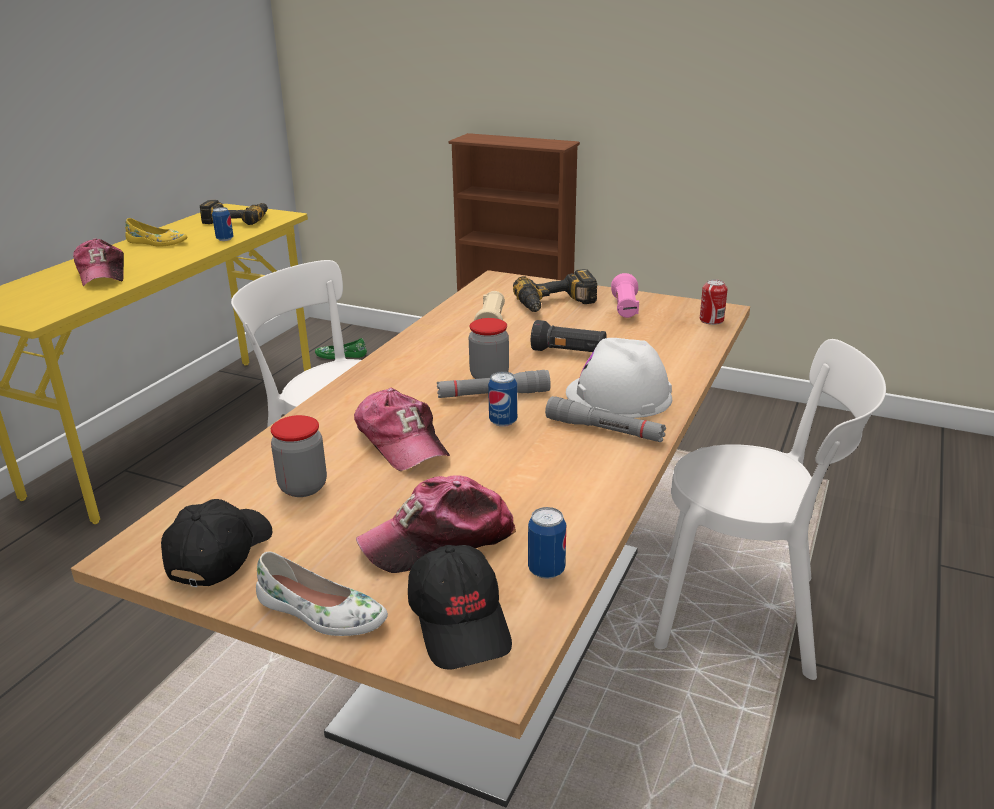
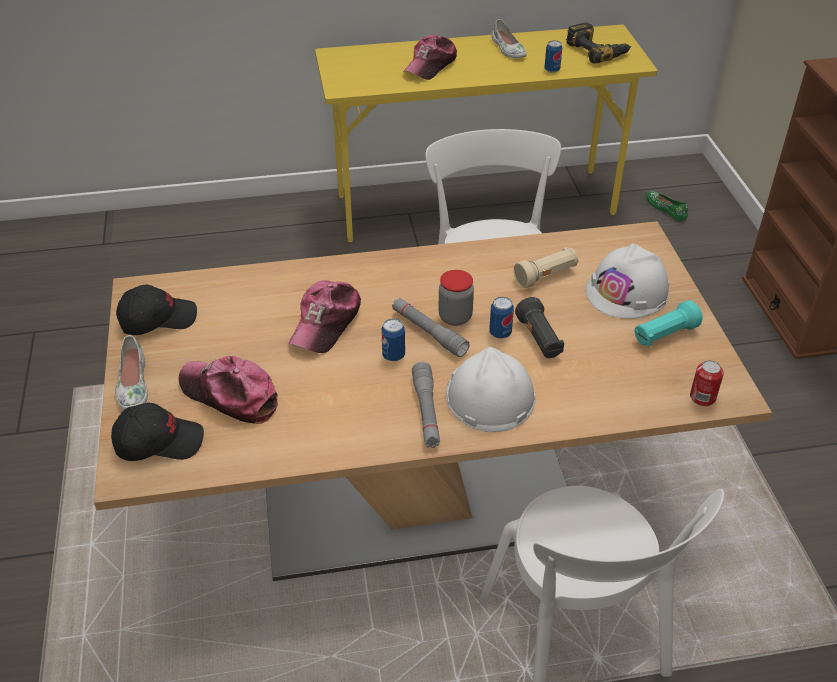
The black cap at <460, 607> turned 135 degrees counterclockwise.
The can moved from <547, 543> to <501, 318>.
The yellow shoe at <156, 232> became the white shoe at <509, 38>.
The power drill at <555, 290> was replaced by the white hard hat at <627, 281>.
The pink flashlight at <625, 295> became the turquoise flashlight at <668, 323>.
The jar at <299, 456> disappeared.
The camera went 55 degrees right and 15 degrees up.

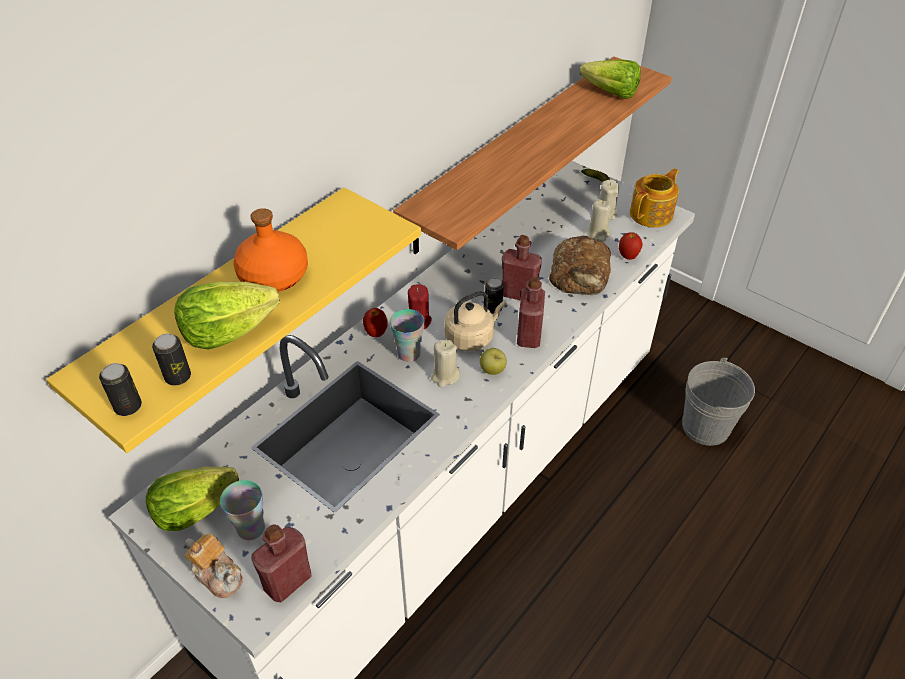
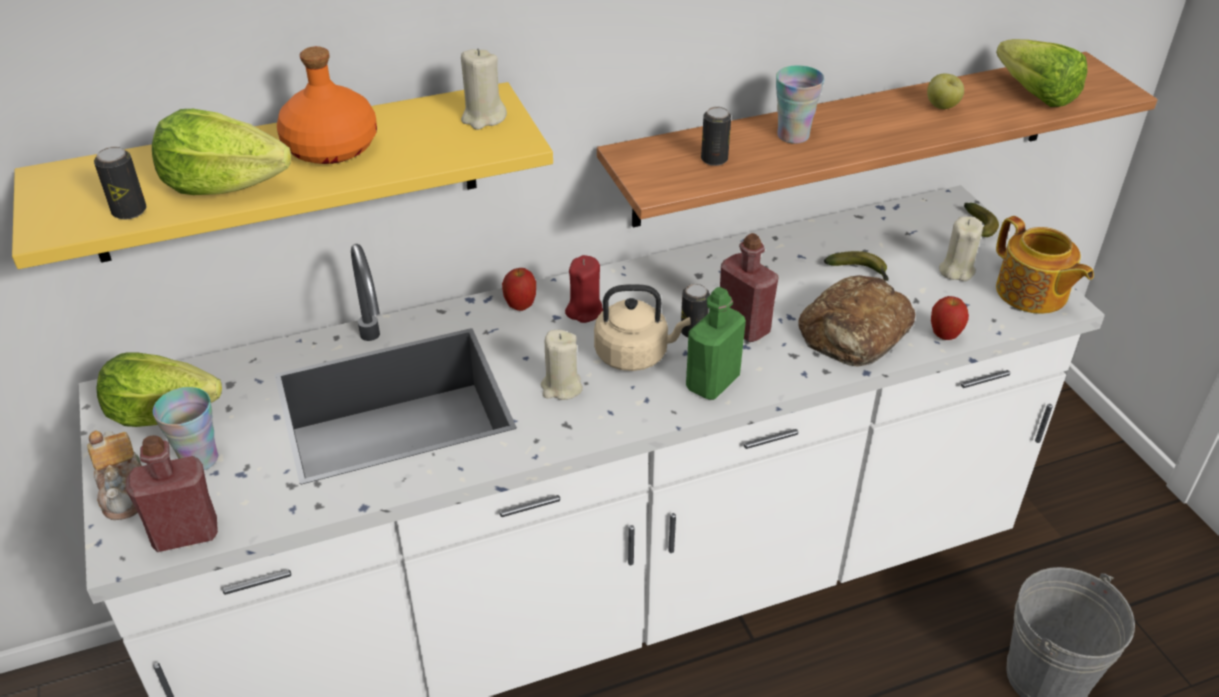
The beige candle moved from <599, 221> to <484, 89>.
The red bottle at <531, 312> became the green bottle at <716, 343>.
The can moved from <120, 389> to <716, 136>.
The cup moved from <407, 335> to <800, 104>.
The banana at <856, 266> appeared.
The apple moved from <493, 361> to <945, 91>.
The teapot at <654, 198> turned 75 degrees clockwise.
The camera went 30 degrees right and 5 degrees down.

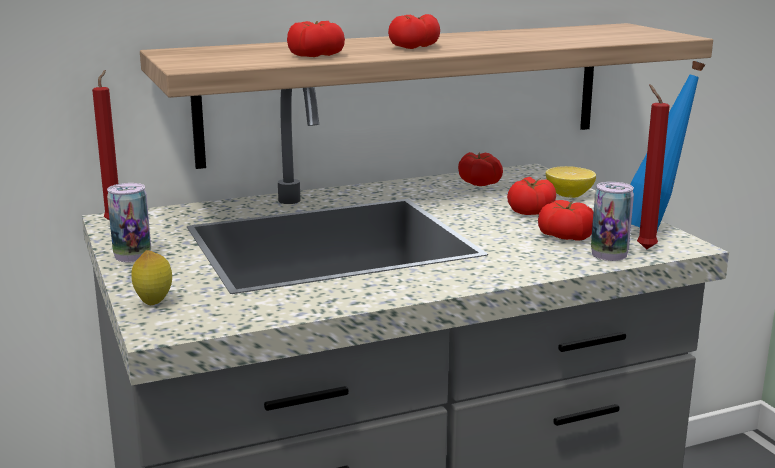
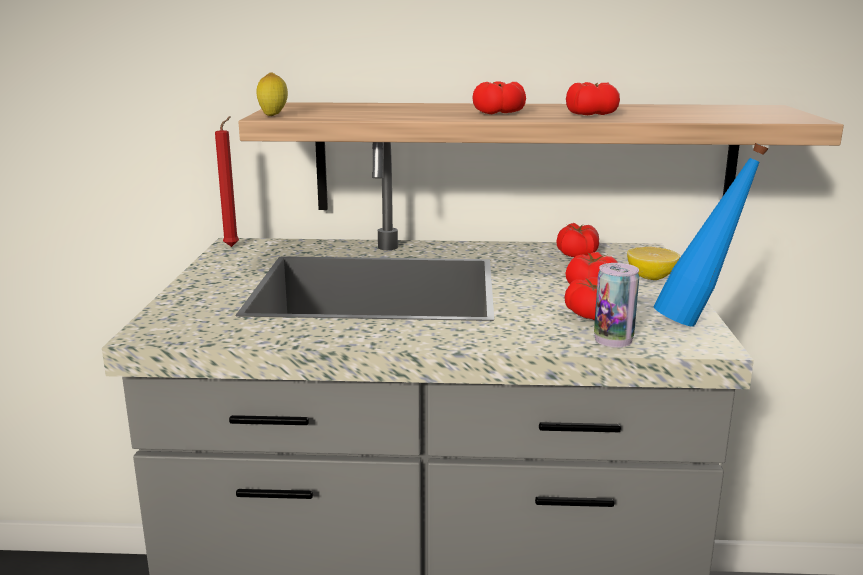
The lemon moved from <151, 277> to <272, 94>.
The tomato moved from <316, 39> to <593, 98>.
The can at <129, 222> disappeared.
The red candle at <653, 167> disappeared.
The camera went 25 degrees right and 0 degrees up.

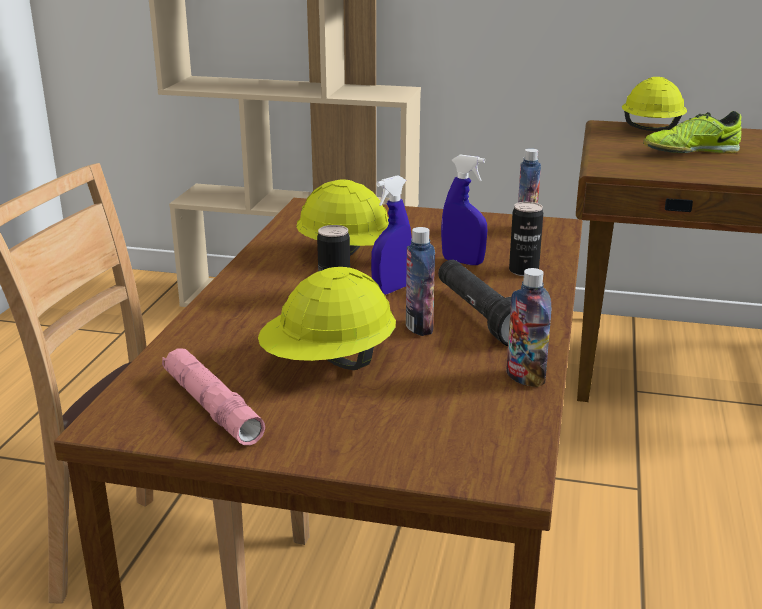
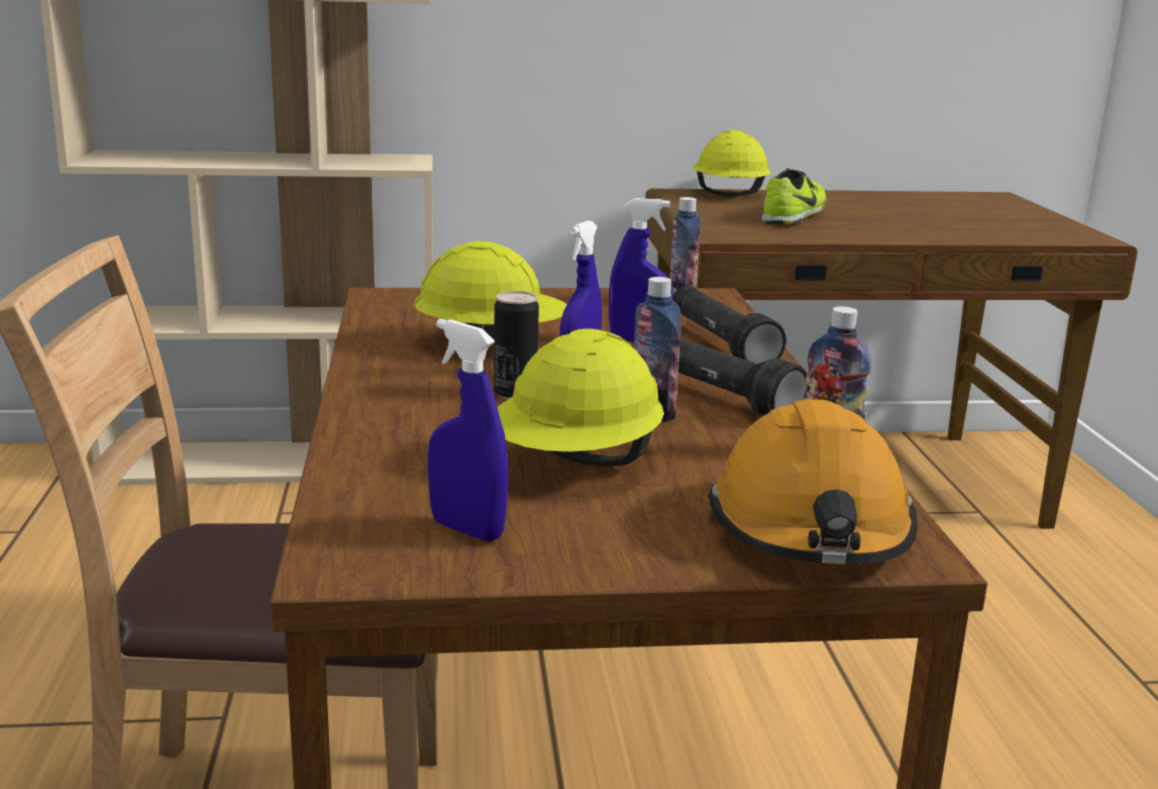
The pink flashlight at <213, 396> was replaced by the blue spray bottle at <468, 430>.
The can at <526, 239> was replaced by the black flashlight at <729, 324>.
The orange hard hat at <812, 481> appeared.
The shoe at <692, 132> turned 150 degrees clockwise.
The camera went 20 degrees left and 5 degrees down.

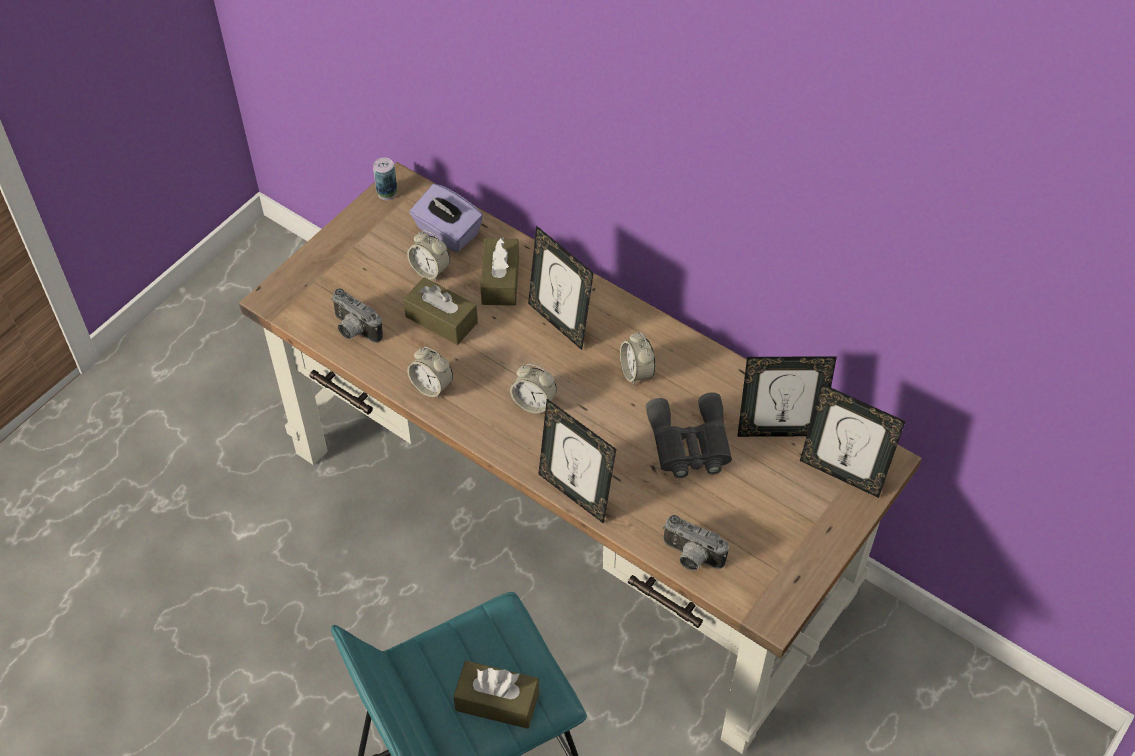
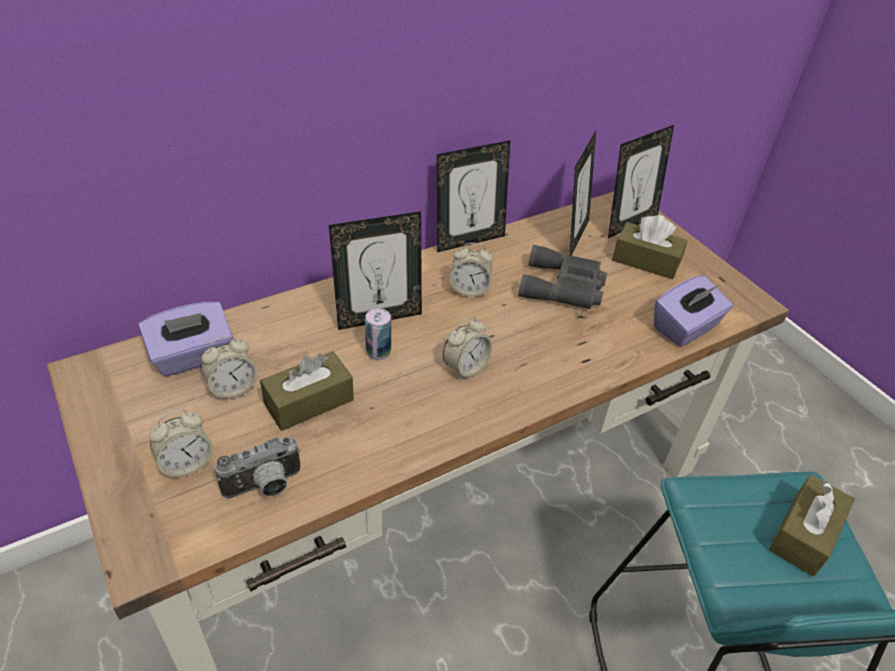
The alarm clock moved from <430, 373> to <181, 444>.
The can moved from <385, 179> to <378, 334>.
The picture frame moved from <577, 461> to <473, 196>.
The brown tissue box moved from <499, 272> to <650, 247>.
The photo camera at <696, 543> was replaced by the purple tissue box at <693, 311>.
The camera went 70 degrees left and 10 degrees down.

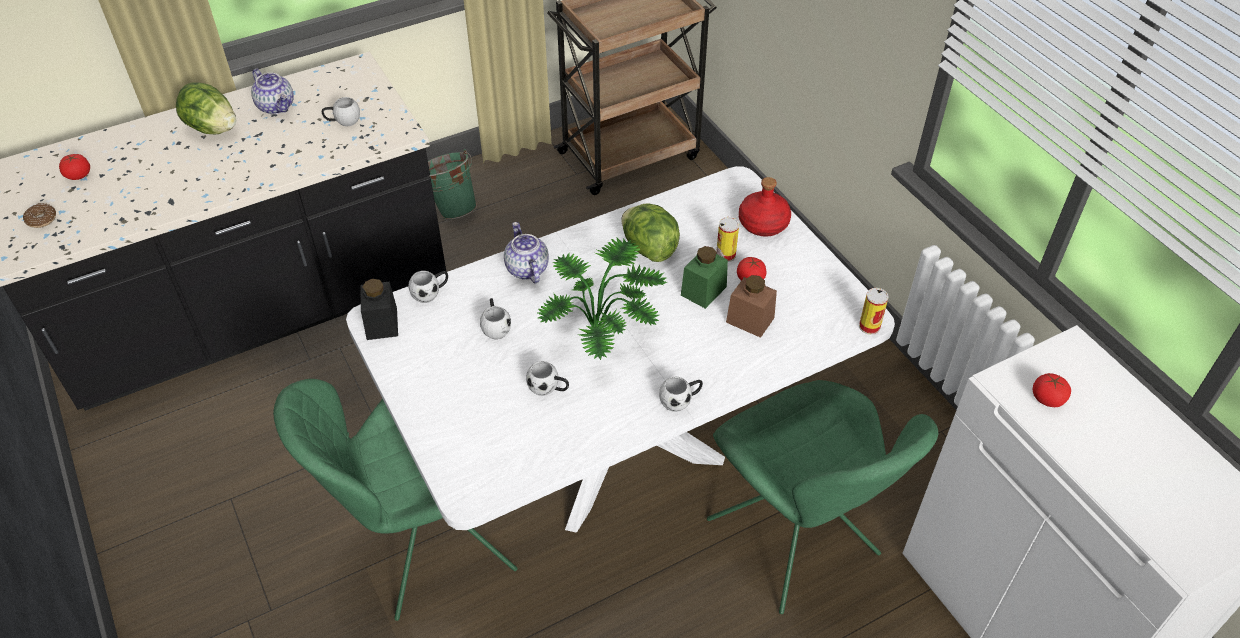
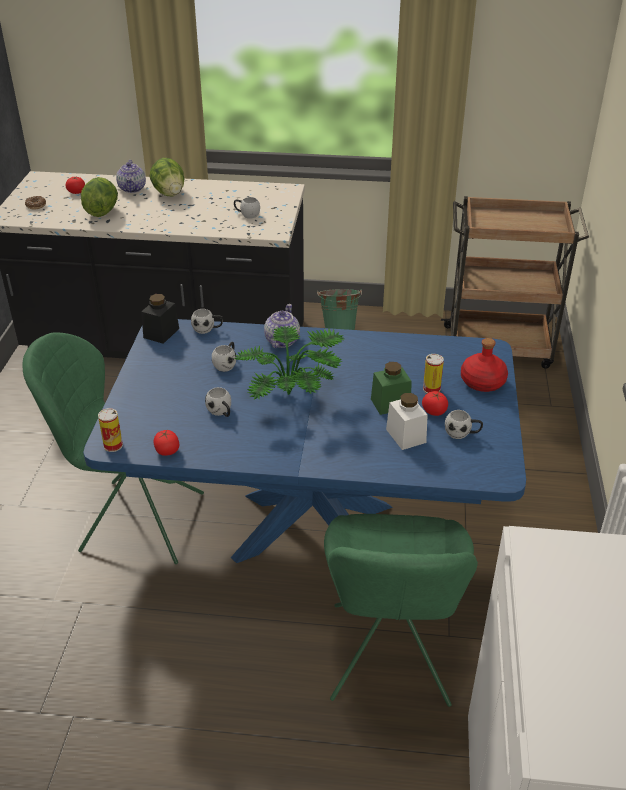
The lettuce moved from <650, 232> to <99, 197>.
The white dining table at <620, 349> became the blue dining table at <304, 441>.
The can moved from <873, 311> to <110, 430>.
The teapot moved from <272, 91> to <131, 176>.
The tomato moved from <1052, 390> to <166, 443>.
The brown jar at <751, 306> became the white jar at <407, 421>.
The white mug moved from <681, 394> to <464, 424>.
The camera went 35 degrees right and 10 degrees down.

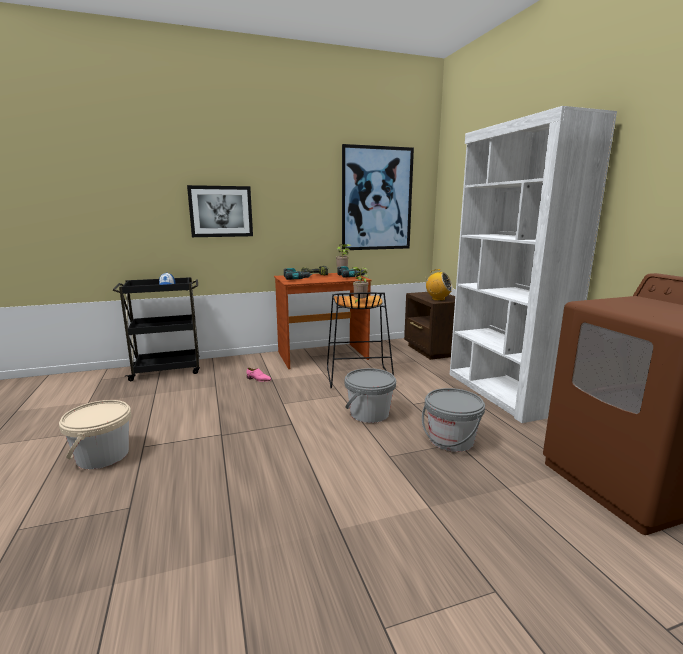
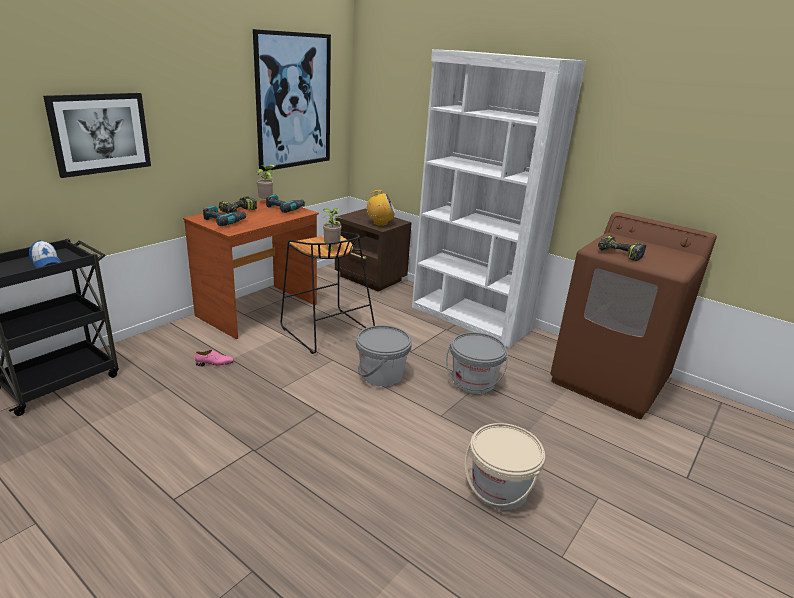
The beige bucket moved from <95, 434> to <505, 466>.
The power drill at <622, 248> appeared.
The camera went 35 degrees left and 10 degrees up.

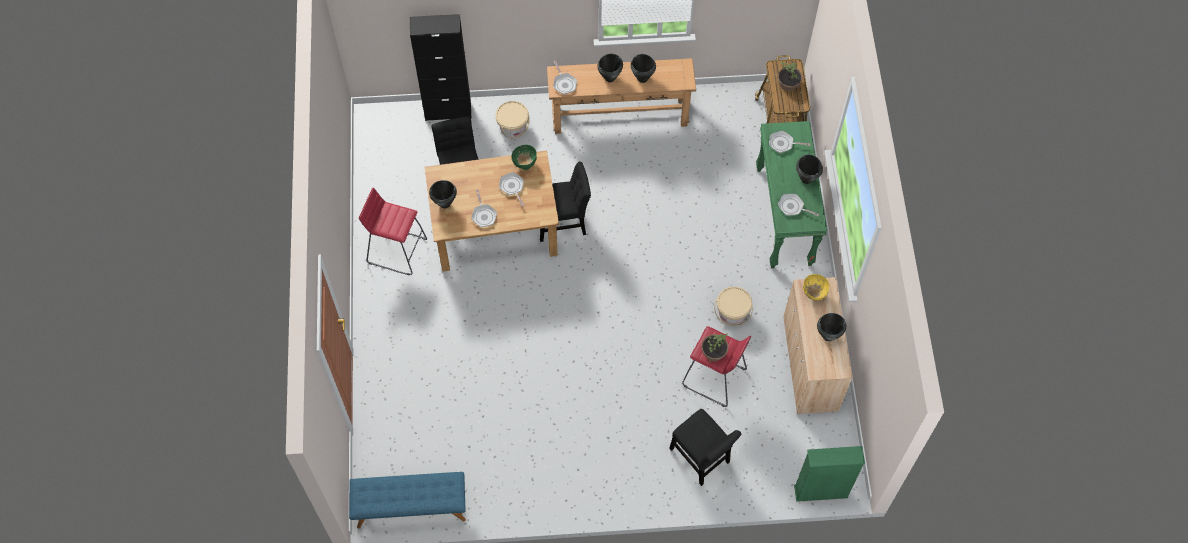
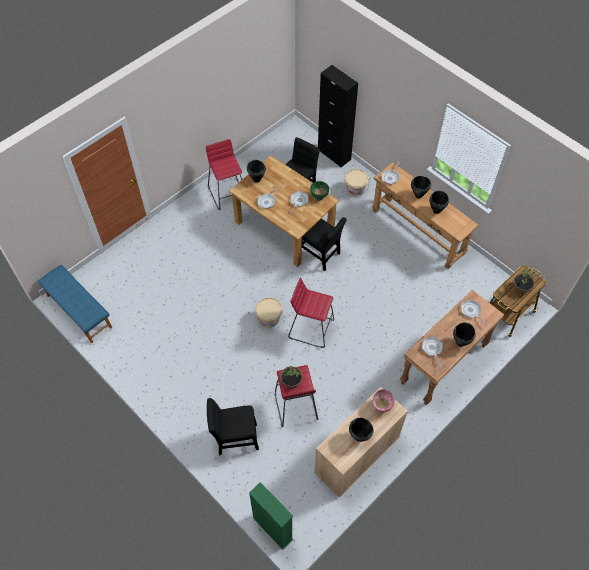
The black chair at <705, 447> turned 75 degrees clockwise.
The beige bucket moved from <733, 306> to <269, 312>.
The red stool at <311, 313> appeared.
The yellow bowl at <816, 287> became the pink bowl at <383, 400>.
The green console table at <791, 194> became the brown console table at <452, 347>.
The camera went 50 degrees right and 5 degrees down.

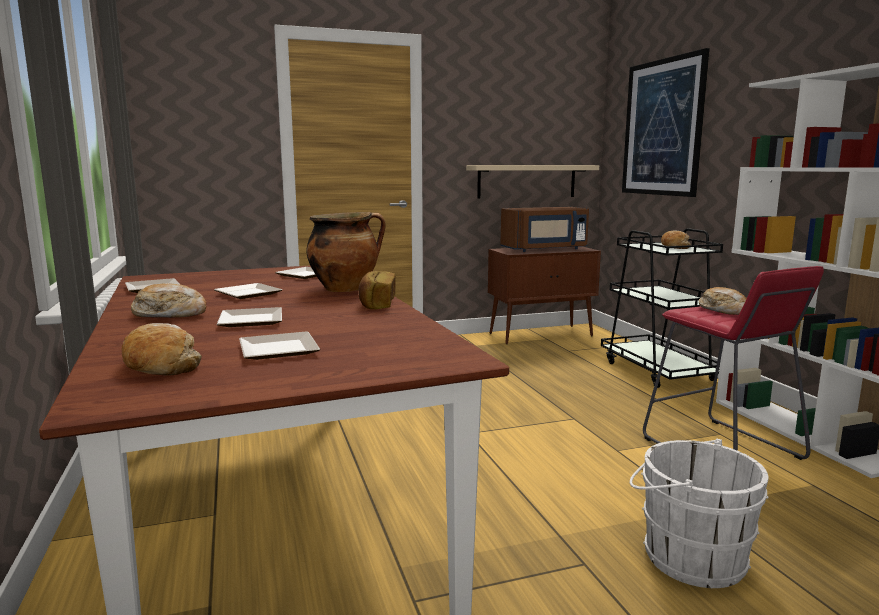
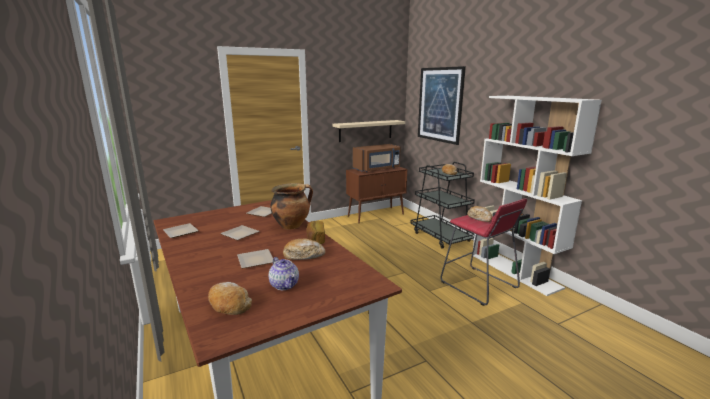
The plate at <279, 345> was replaced by the teapot at <284, 273>.
The bread moved from <168, 300> to <304, 249>.
The white bucket at <699, 513> disappeared.
The camera went 10 degrees left and 5 degrees up.

